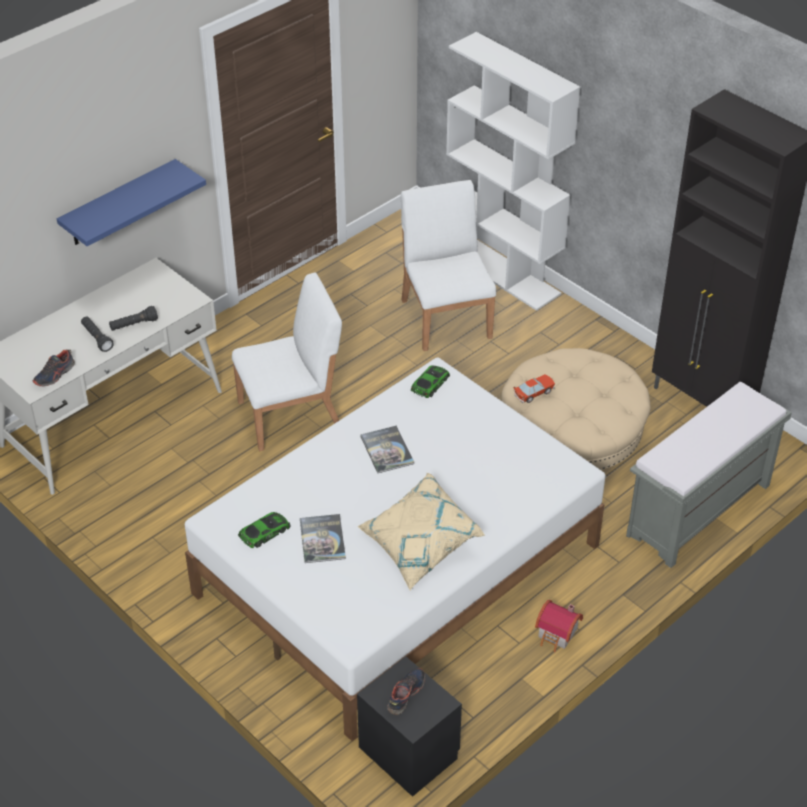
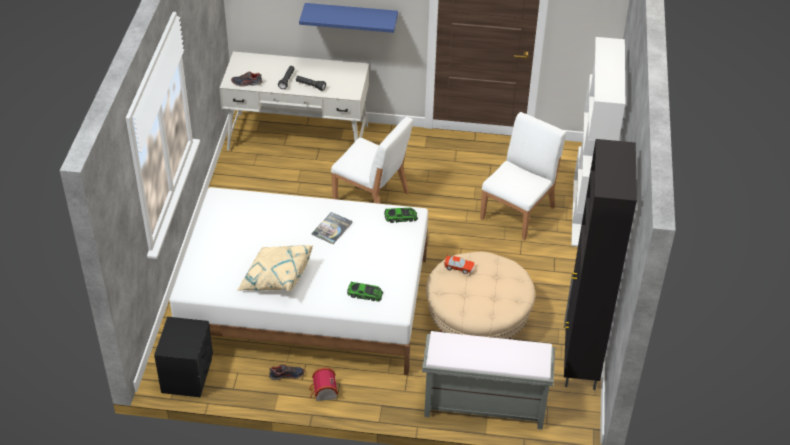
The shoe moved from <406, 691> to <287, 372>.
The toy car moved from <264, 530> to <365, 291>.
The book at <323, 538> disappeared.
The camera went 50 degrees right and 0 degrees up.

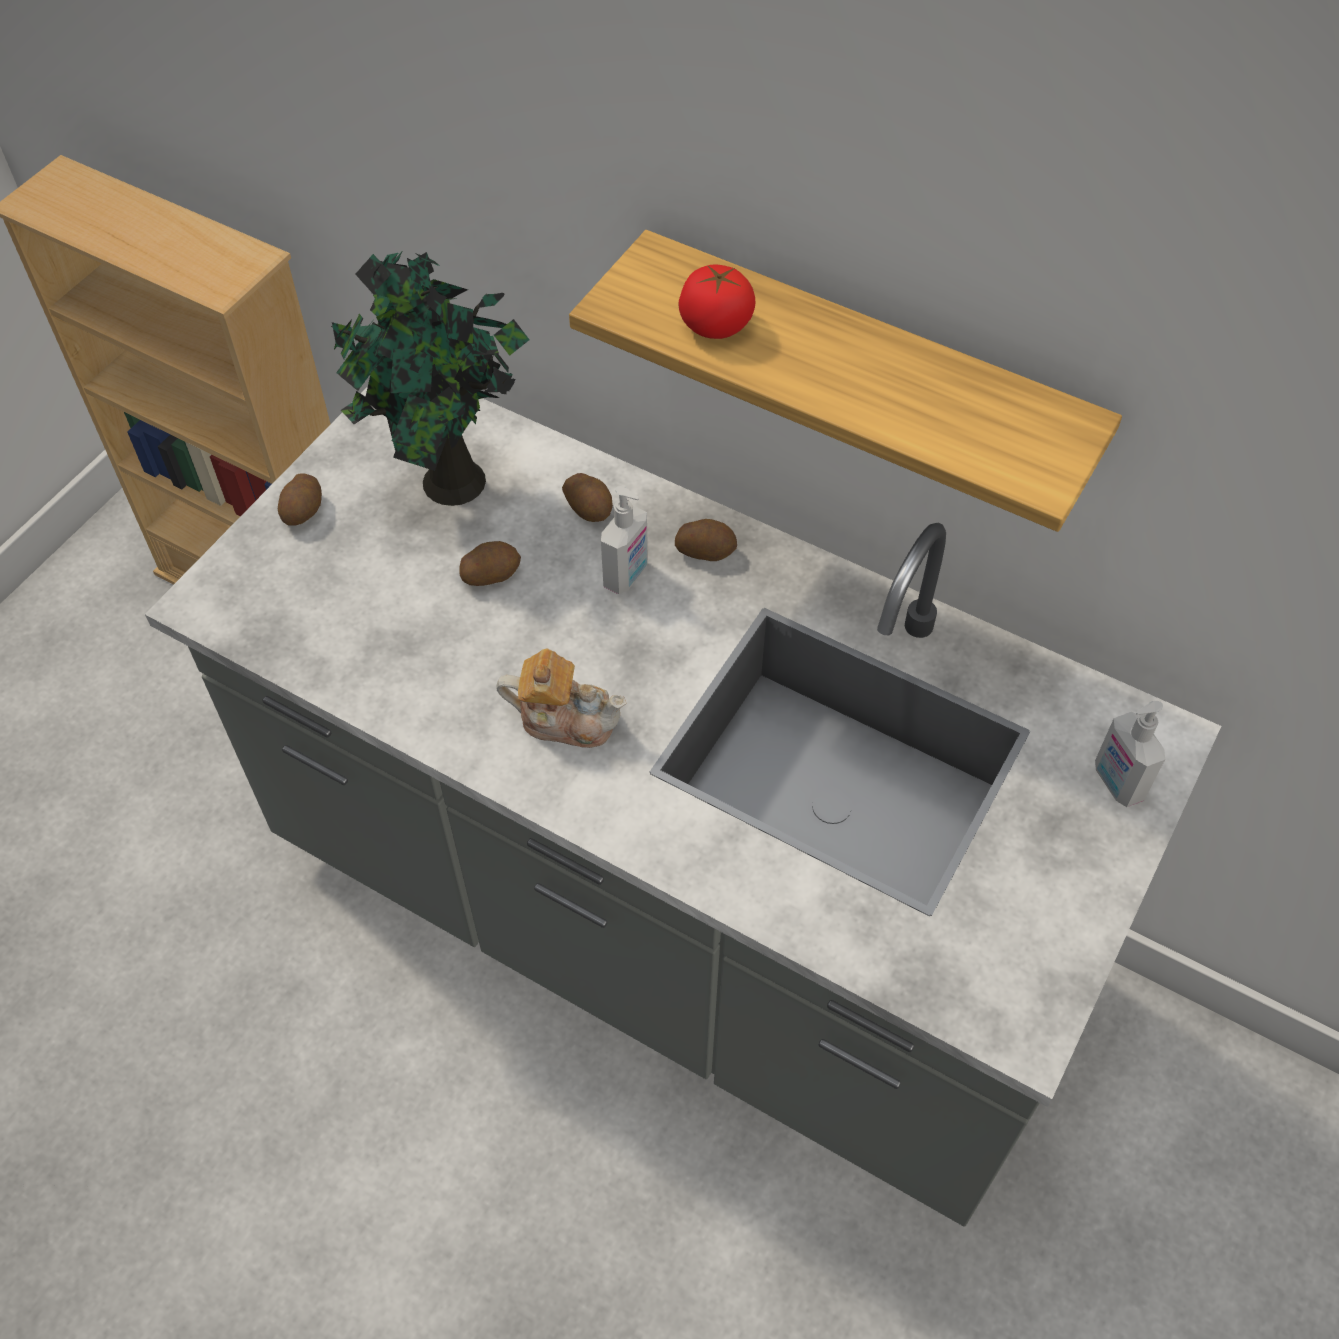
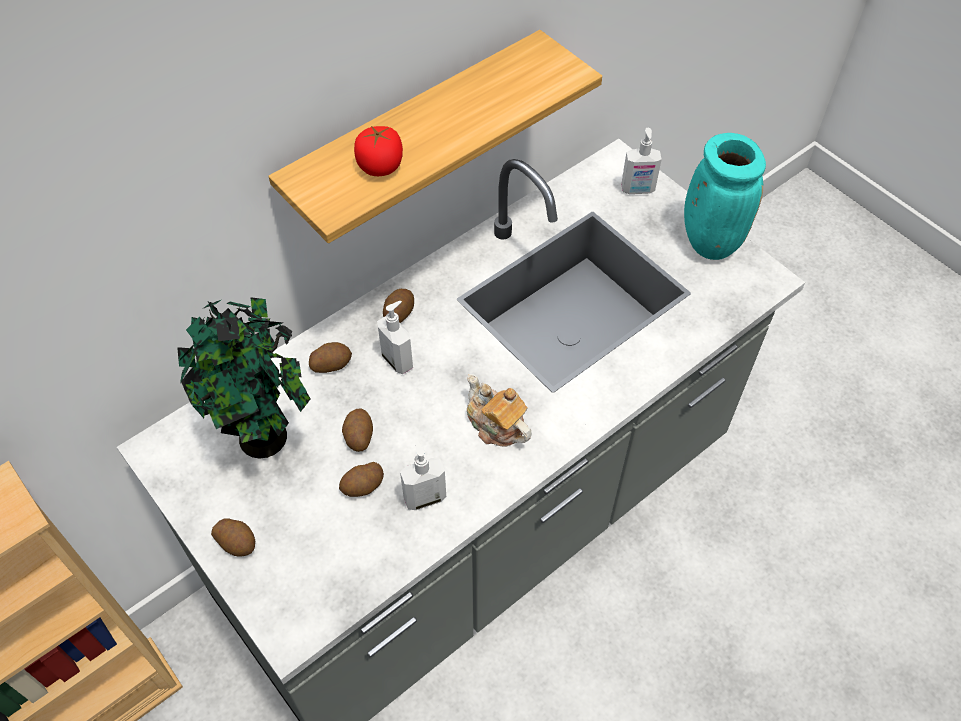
The potato at <361, 479> appeared.
The soap dispenser at <423, 475> appeared.
The teapot at <561, 698> turned 75 degrees counterclockwise.
The turquoise vase at <725, 196> appeared.
The camera went 70 degrees left and 0 degrees up.

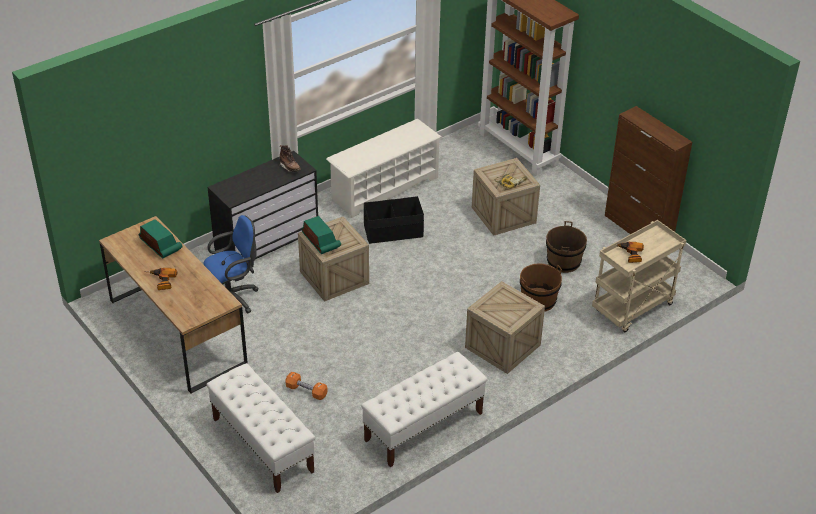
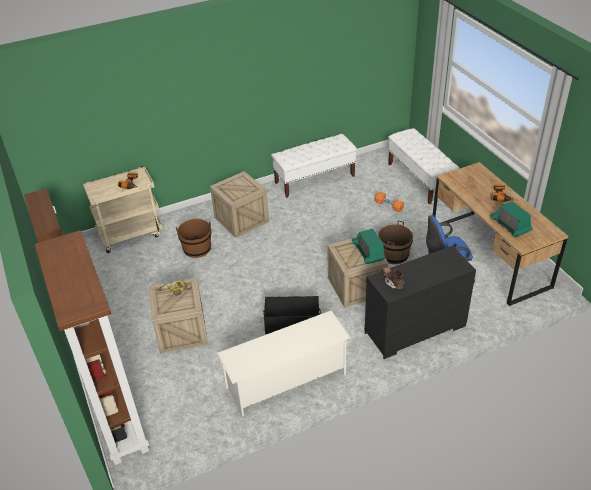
The brown bucket moved from <566, 247> to <395, 242>.
The camera went 165 degrees left and 0 degrees up.

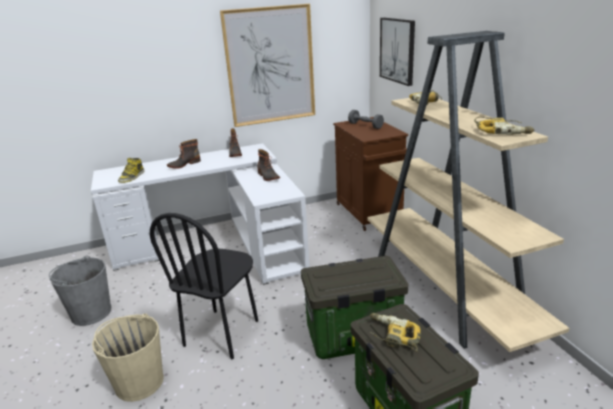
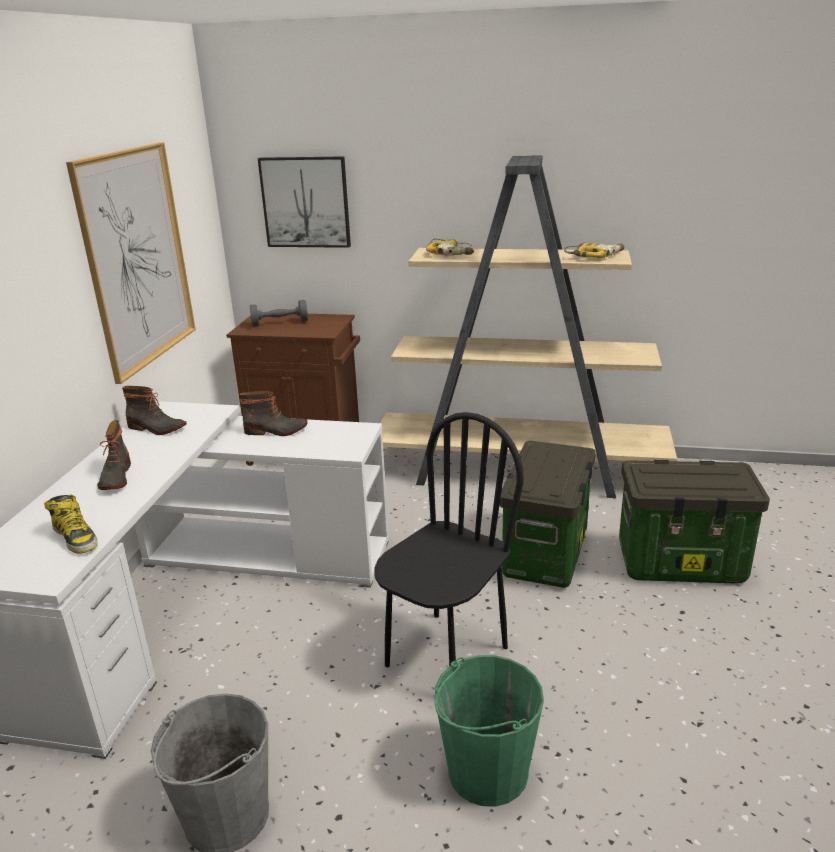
The black chair at <204, 286> turned 105 degrees counterclockwise.
The beige bucket at <128, 358> became the green bucket at <489, 731>.
The power drill at <395, 332> disappeared.
The camera went 60 degrees left and 0 degrees up.

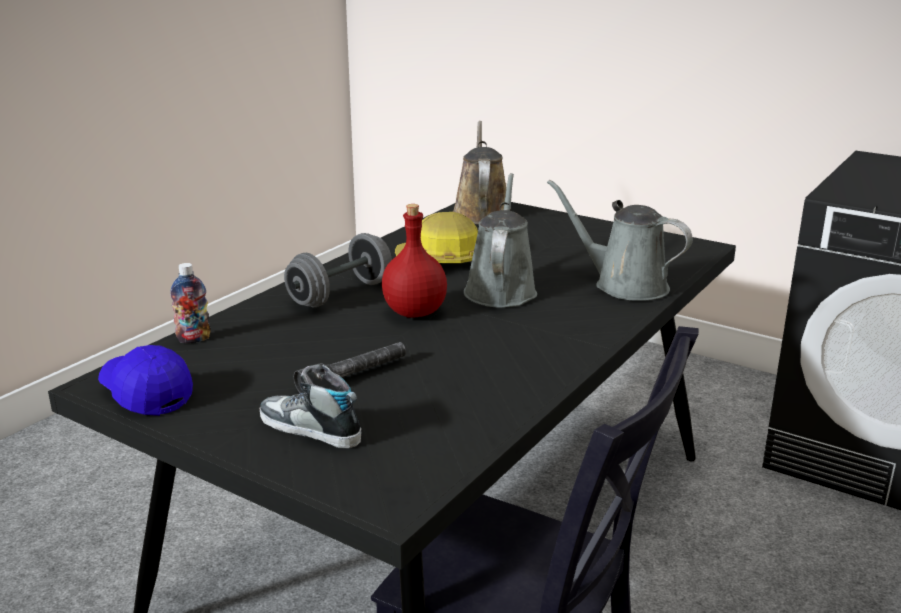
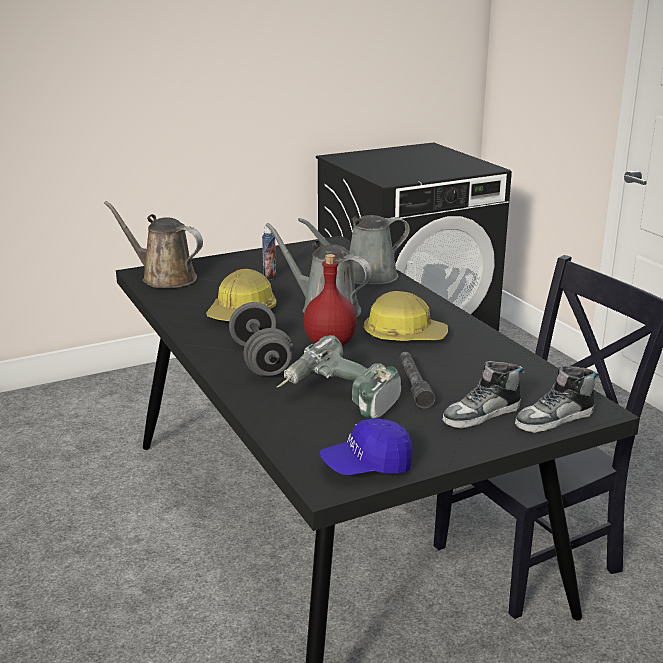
The bottle moved from <190, 303> to <269, 253>.
The power drill at <339, 380> appeared.
The hard hat at <406, 316> appeared.
The shoe at <557, 399> appeared.
The camera went 60 degrees left and 0 degrees up.

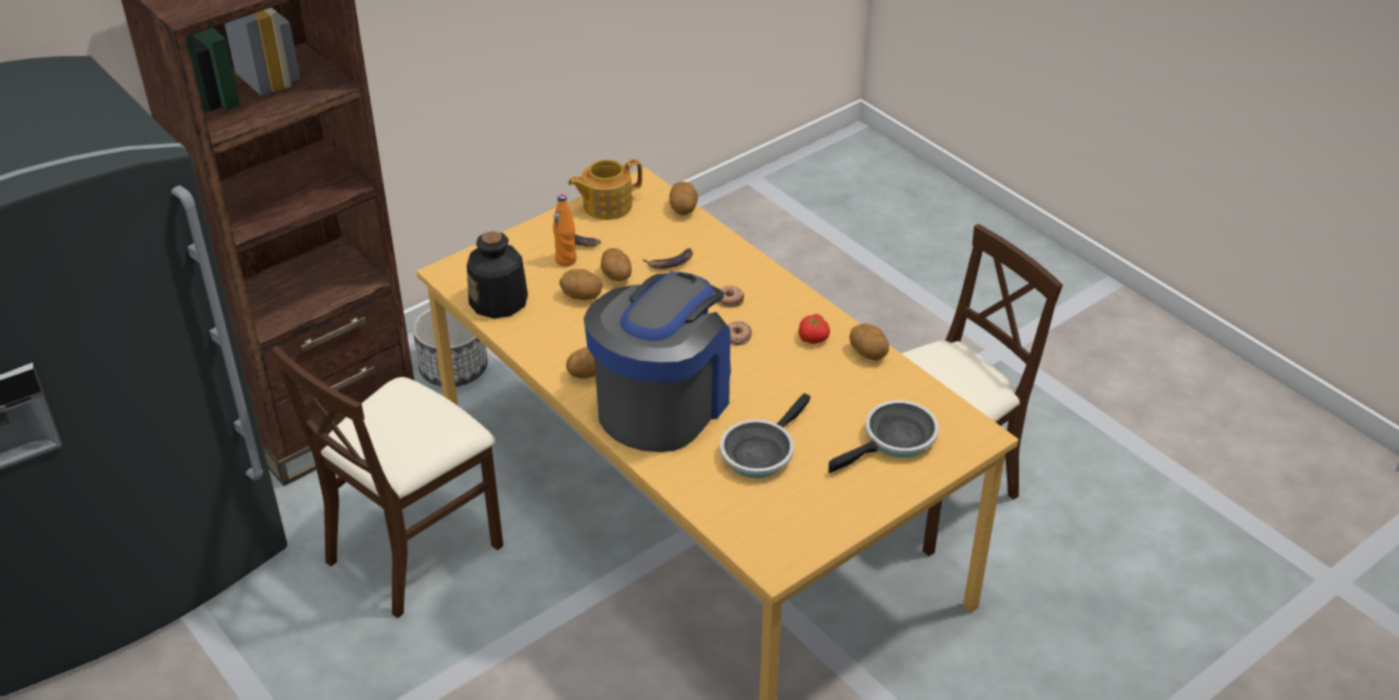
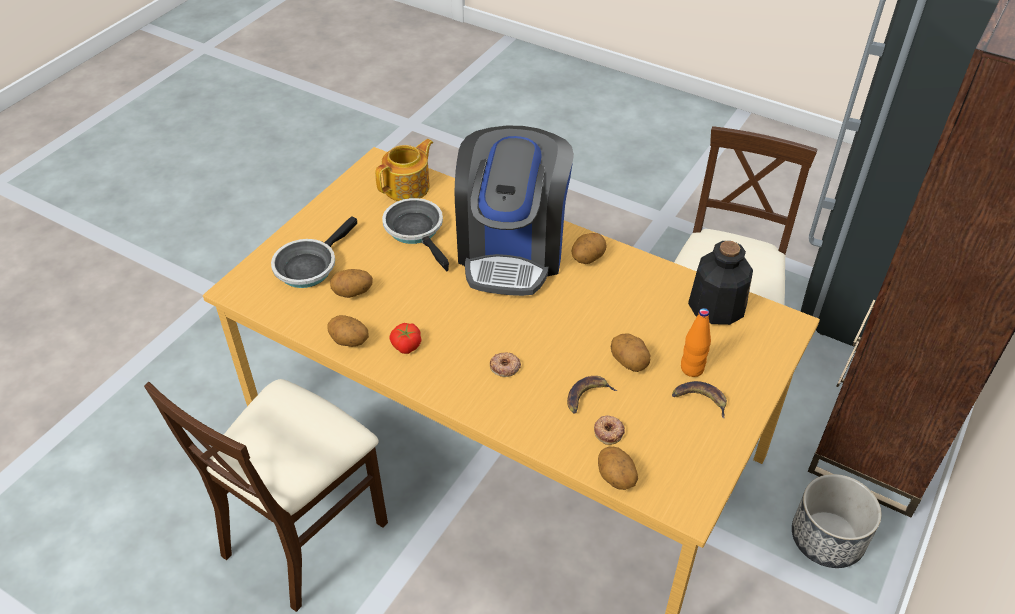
The potato moved from <581, 284> to <351, 283>.
The teapot moved from <605, 189> to <404, 170>.
The frying pan at <765, 435> turned 45 degrees counterclockwise.
The donut moved from <740, 333> to <609, 430>.
The camera went 160 degrees right and 5 degrees up.

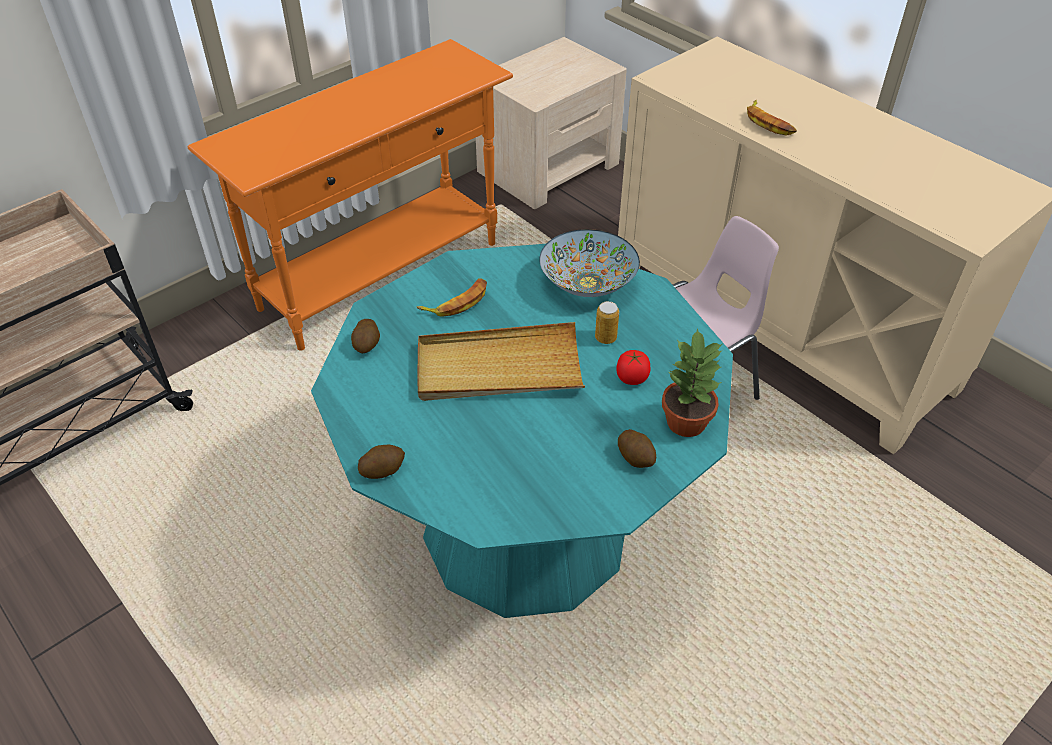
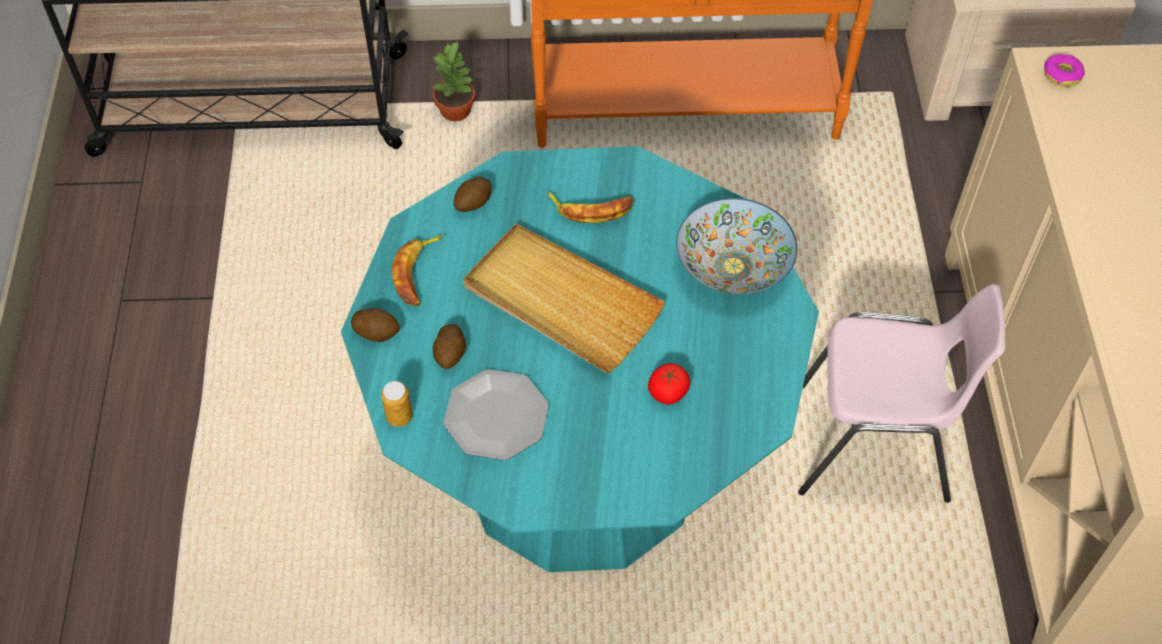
The can moved from <607, 322> to <397, 404>.
The banana moved from <772, 117> to <418, 270>.
The potted plant moved from <692, 382> to <454, 81>.
The potato moved from <637, 448> to <449, 346>.
The plate at <496, 414> appeared.
The donut at <1064, 70> appeared.
The camera went 40 degrees right and 10 degrees up.

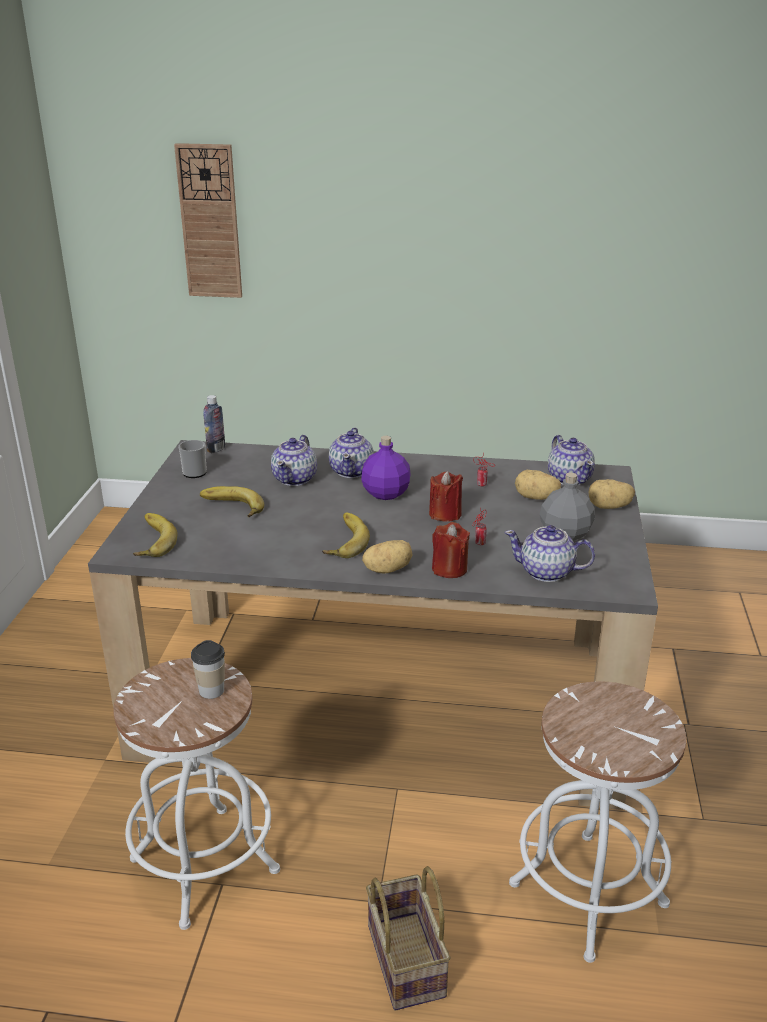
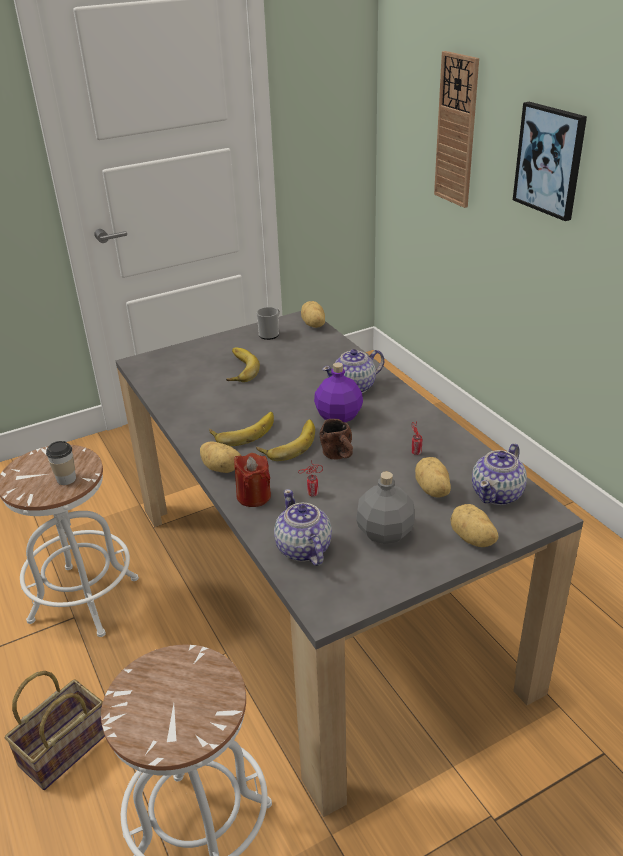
The banana moved from <155, 535> to <285, 440>.
The bottle at <214, 424> was replaced by the potato at <313, 314>.
The red candle at <446, 496> was replaced by the brown mug at <336, 439>.
The picture at <550, 161> appeared.
The teapot at <294, 460> disappeared.
The camera went 55 degrees right and 5 degrees up.

